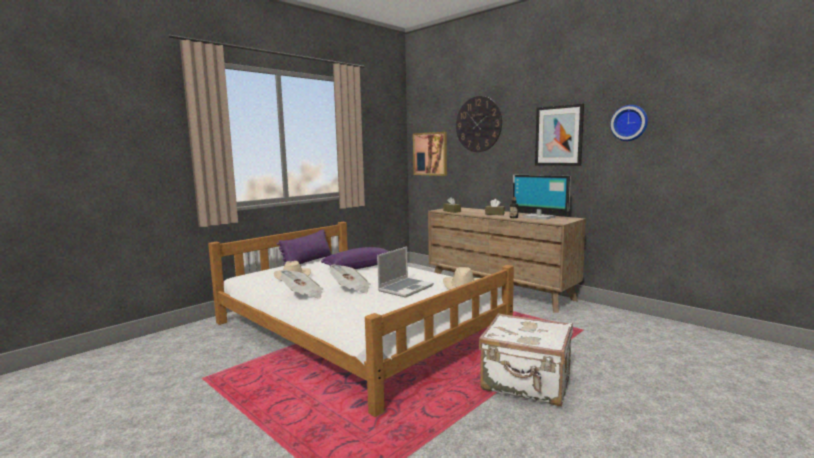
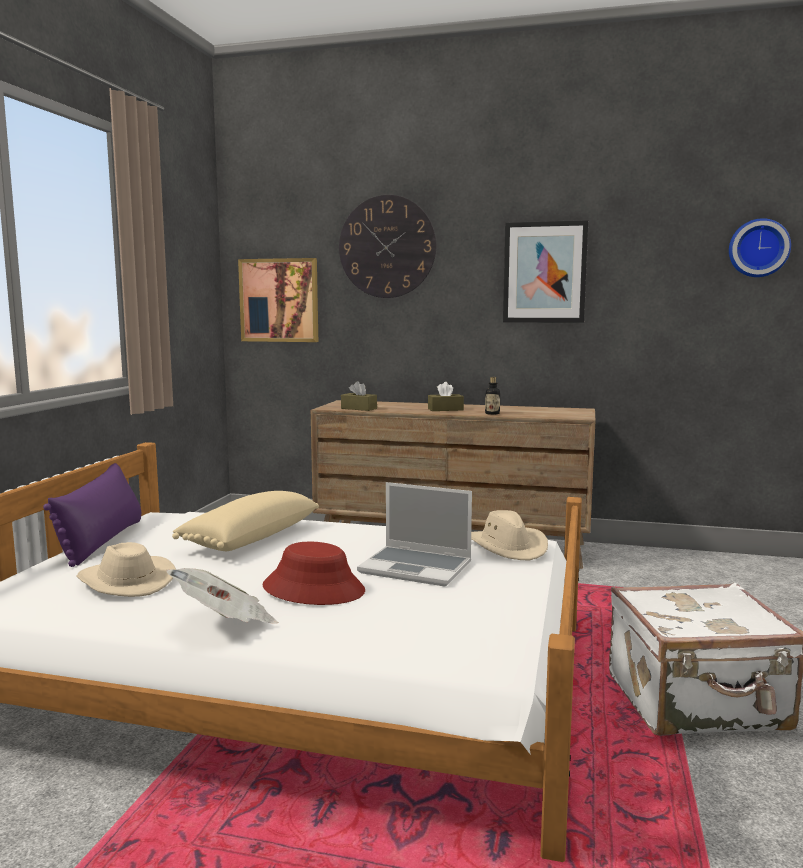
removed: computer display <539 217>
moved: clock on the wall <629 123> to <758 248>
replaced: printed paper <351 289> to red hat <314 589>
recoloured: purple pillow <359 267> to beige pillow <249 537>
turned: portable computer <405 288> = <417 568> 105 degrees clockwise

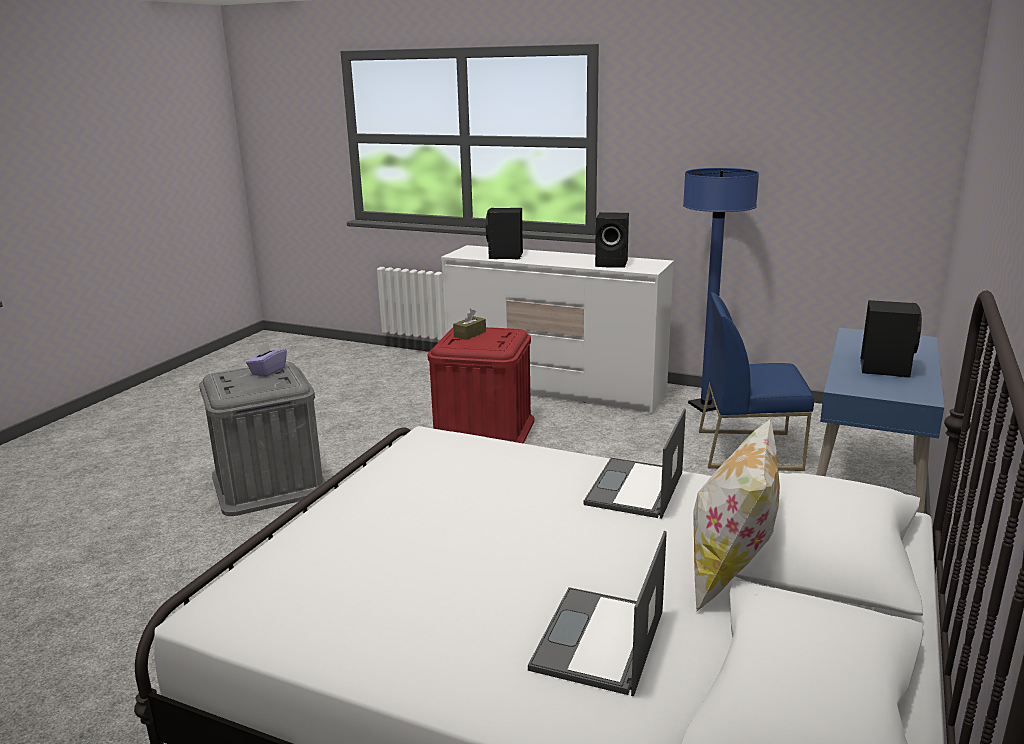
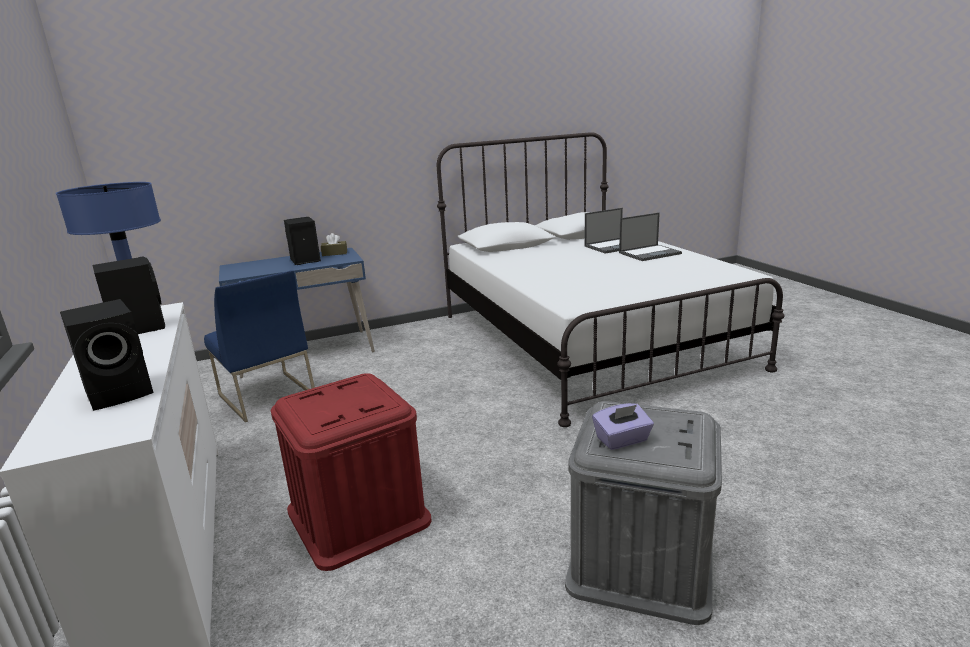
removed: pillow <730 571>
moved: brownish box of tissues <470 334> to <334 253>; portable computer <635 489> to <650 253>

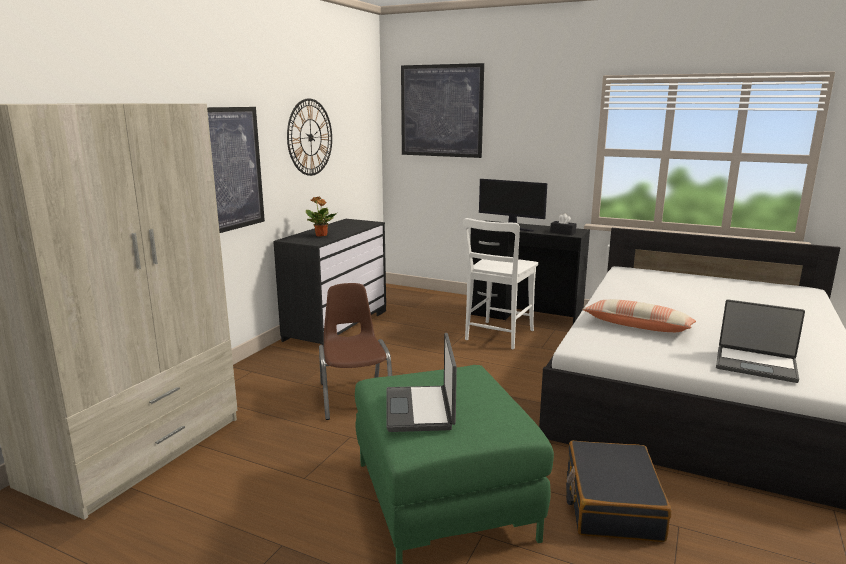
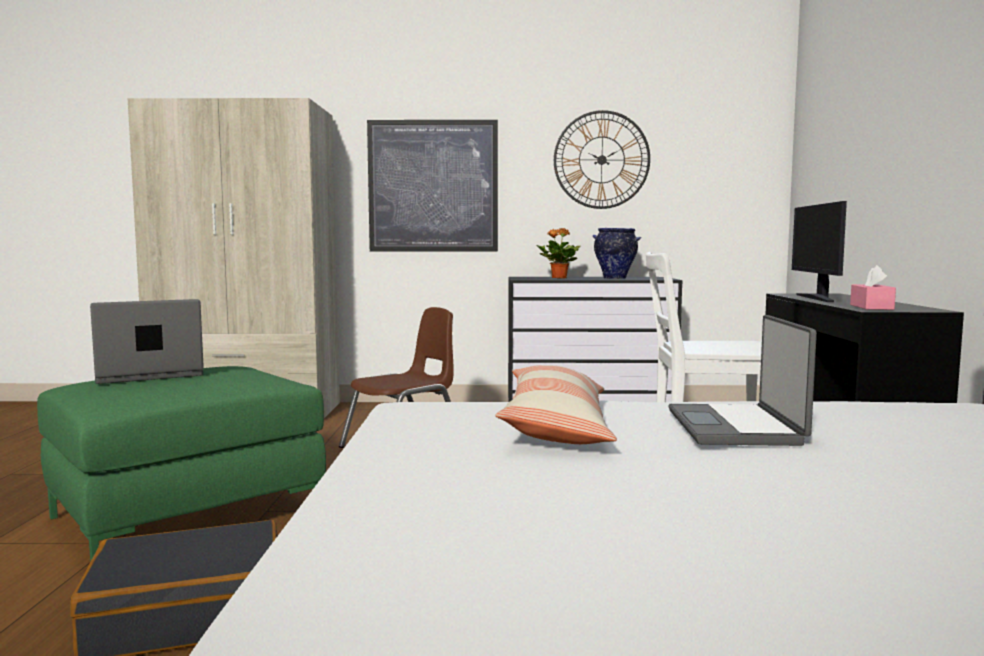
removed: wall picture <441 111>
added: flower vase <615 278>
moved: portable computer <755 365> to <736 427>
recoloured: black box of tissues <563 232> to pinkish box of tissues <871 307>

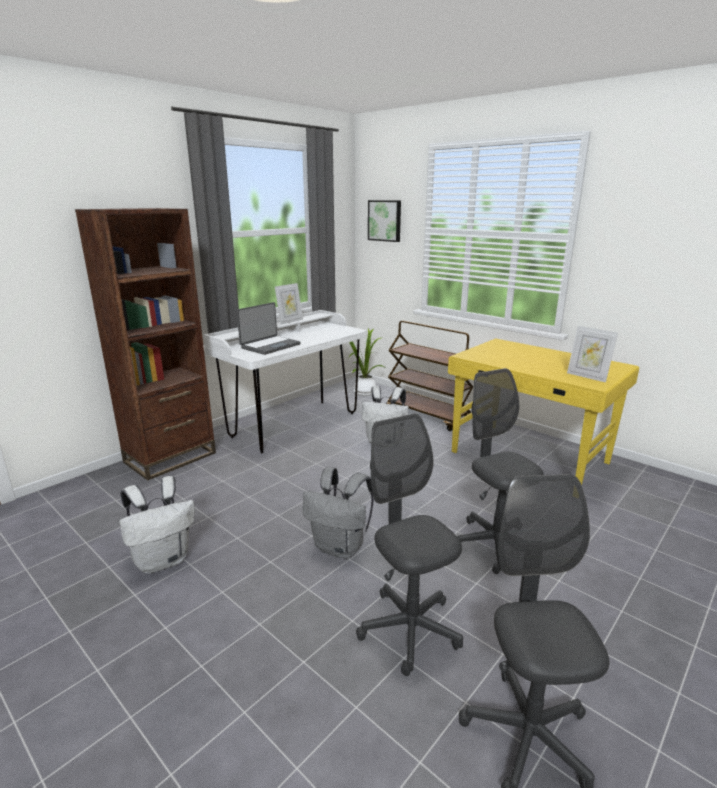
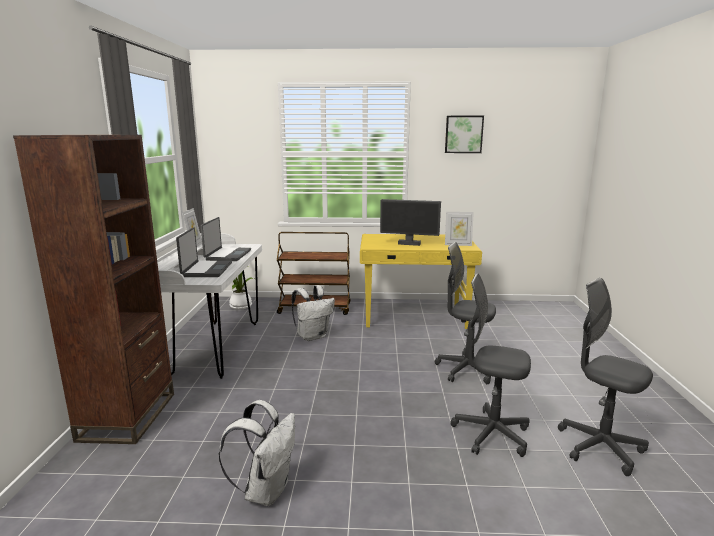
removed: grey backpack <340 547>
added: portable computer <227 255>; computer display <409 244>
moved: wall picture <385 220> to <463 134>

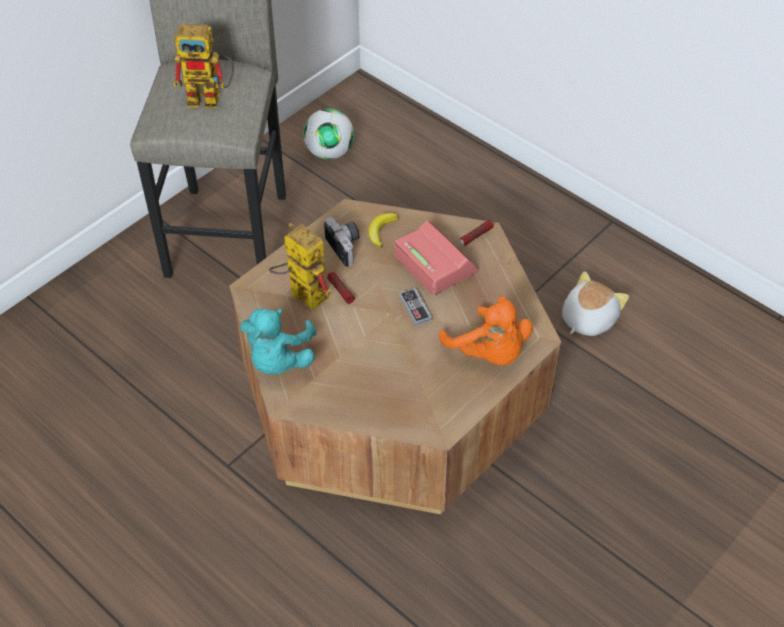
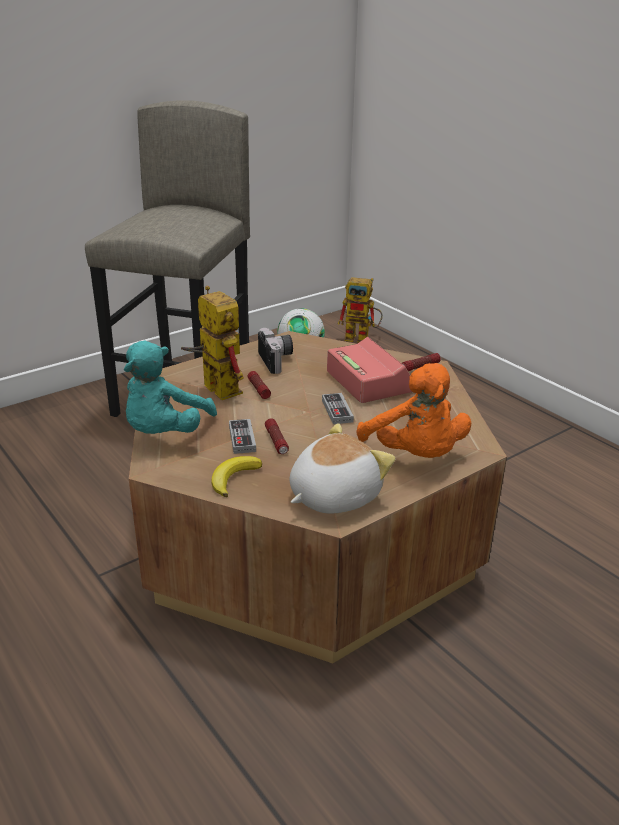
added: game controller <242 439>; hand torch <276 441>
moved: model robot <211 98> to <362 338>; banana <381 231> to <233 478>; plush toy <587 319> to <332 495>

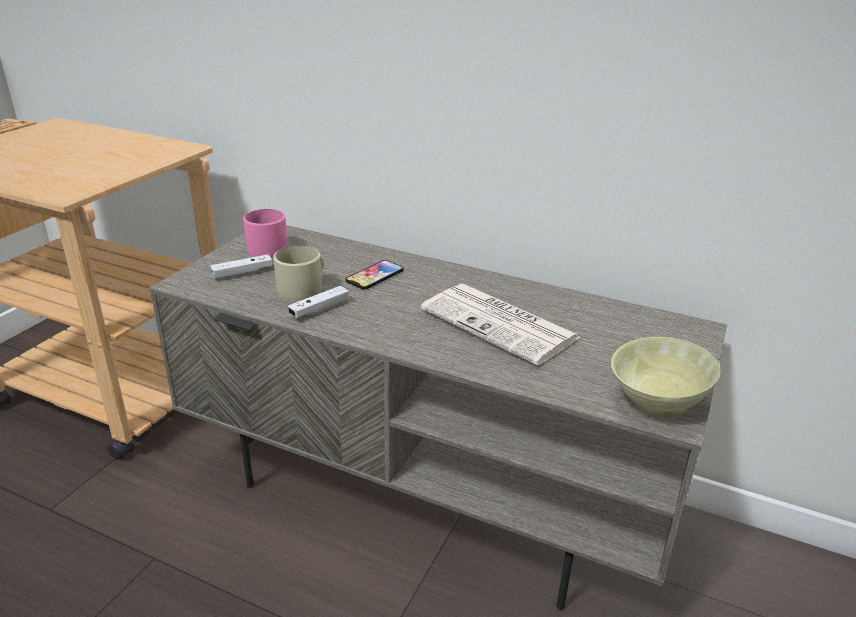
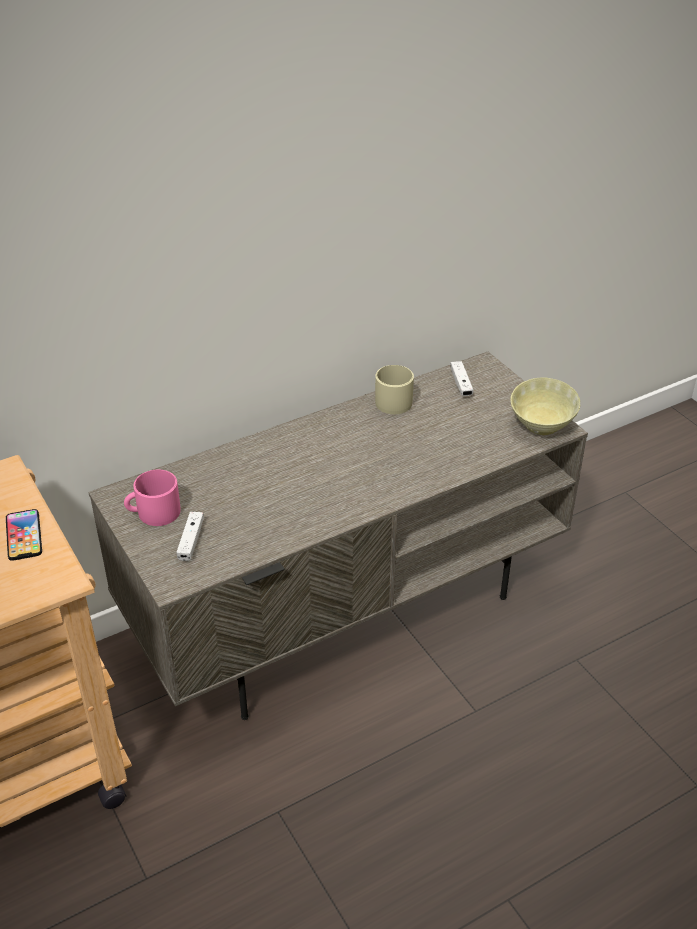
removed: printed paper <501 324>
moved: beige coffee mug <304 289> to <391 400>; whitish game controller <319 309> to <461 384>; telephone <375 276> to <24 536>

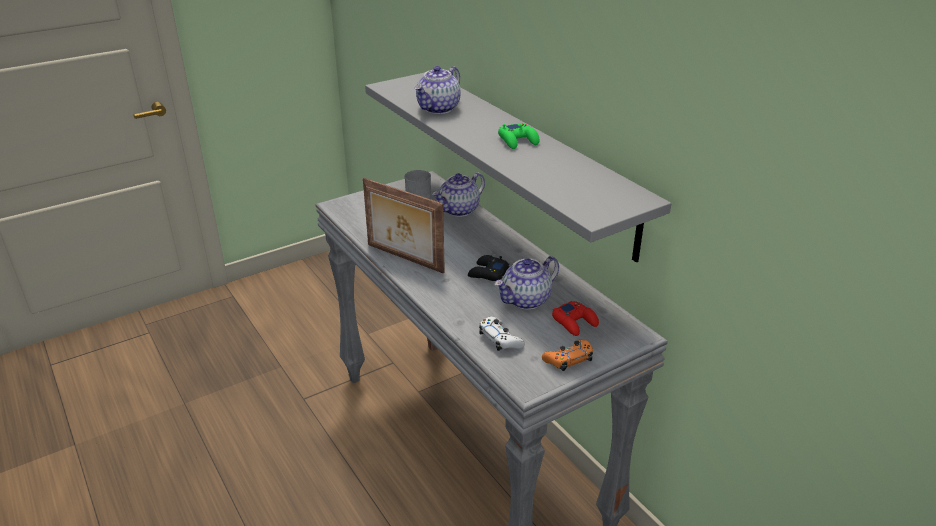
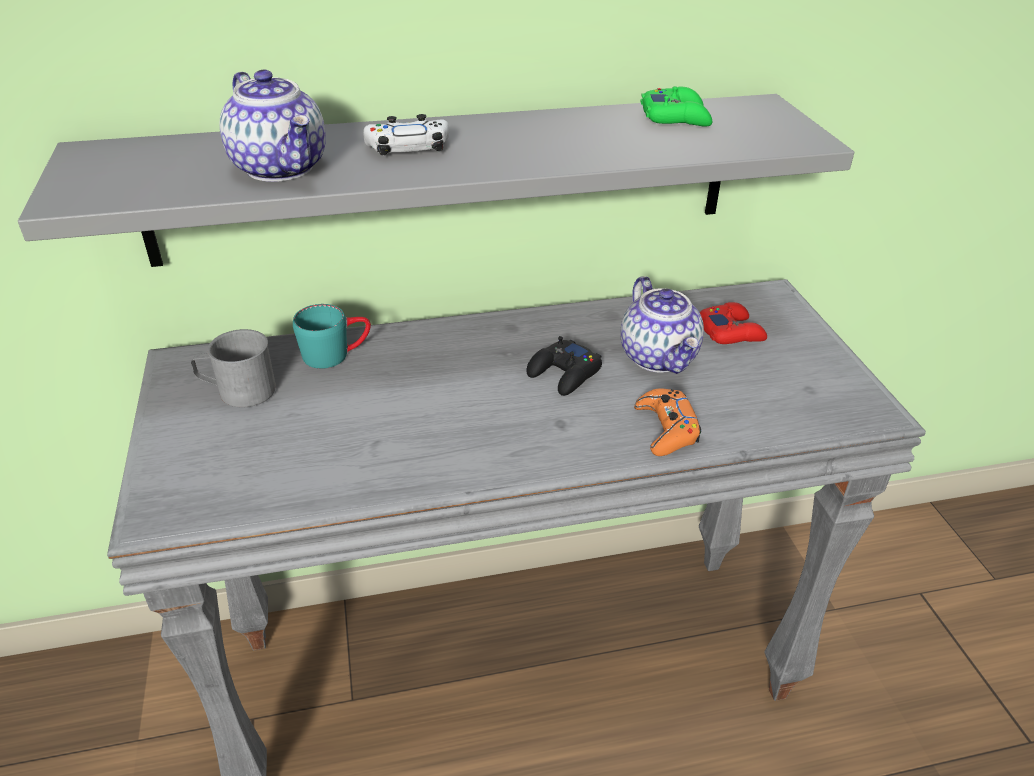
removed: photo frame <404 259>
moved: whitish game controller <500 339> to <408 148>; greenish game controller <518 141> to <675 117>; orange-coloured game controller <568 359> to <666 429>
replaced: pot for tea <459 210> to turquoise coffee mug <336 354>

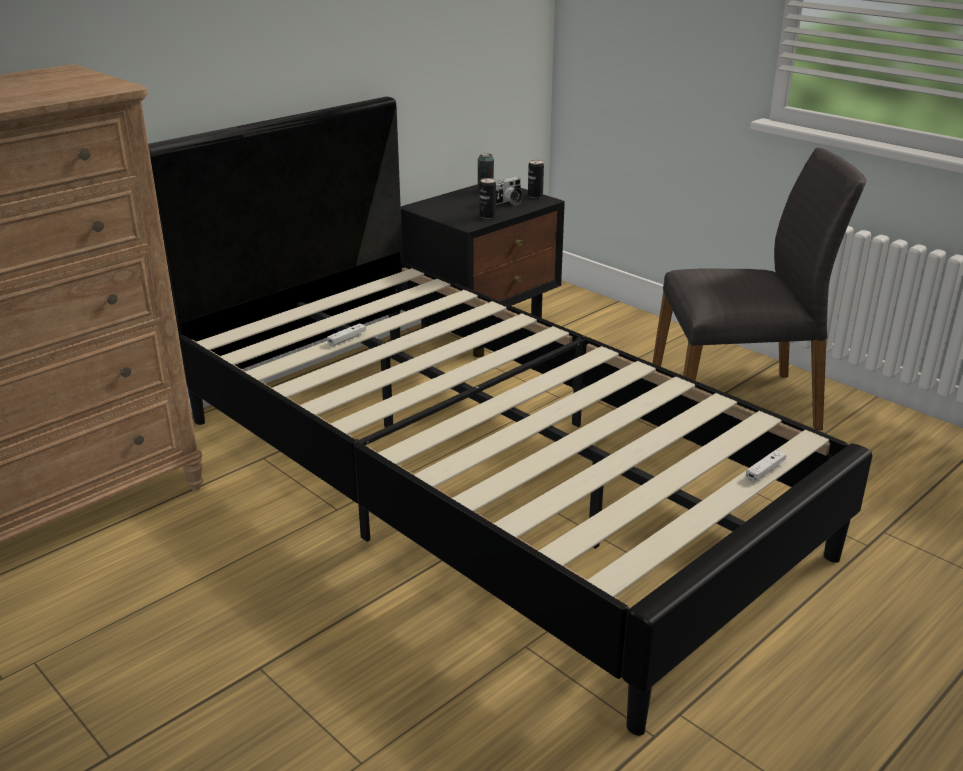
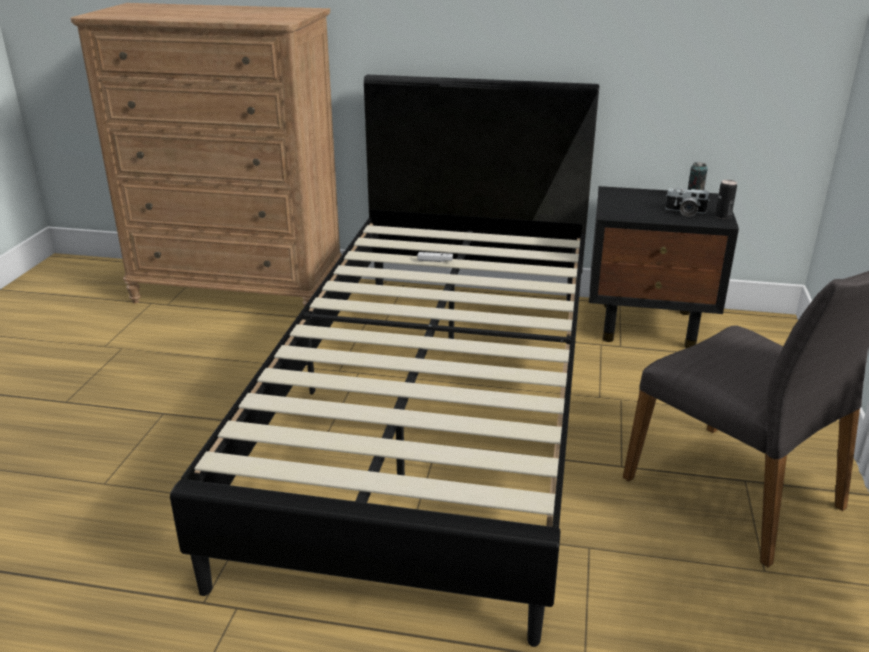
removed: sealed can <487 216>; whitish game controller <765 471>

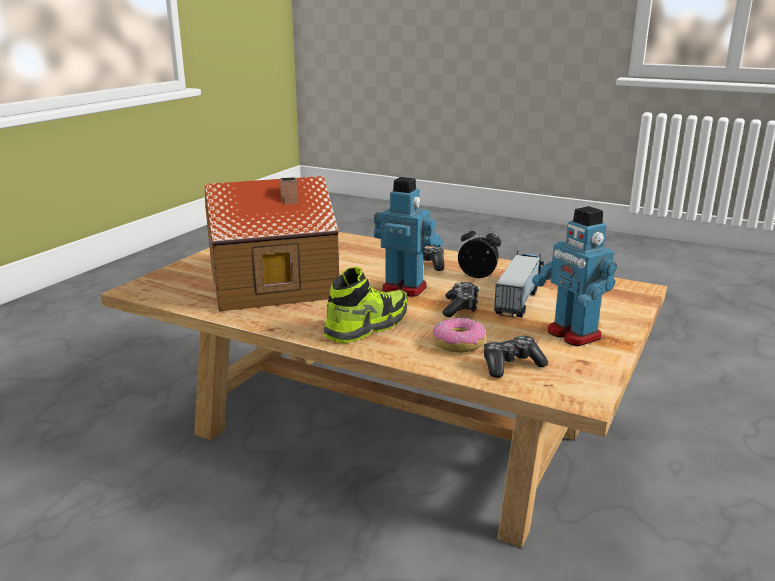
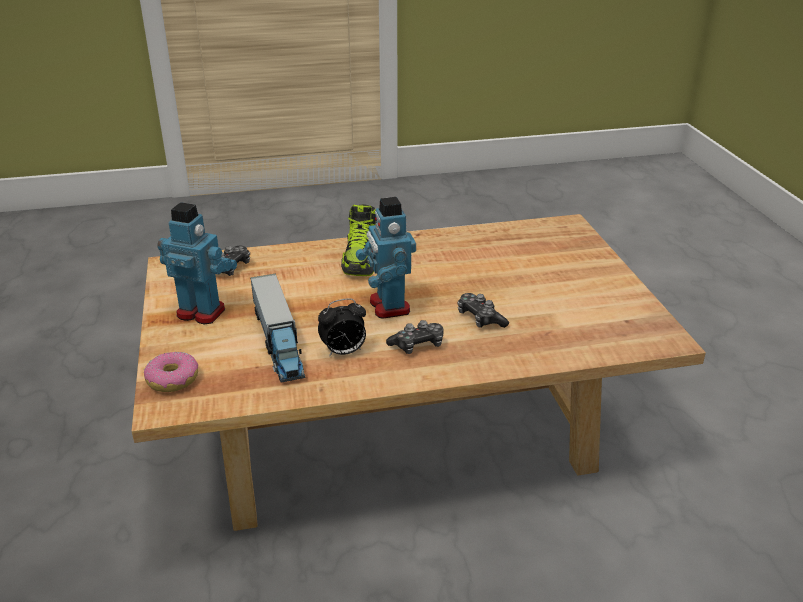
removed: model house <275 283>
moved: ring doughnut <458 344> to <172 380>; game controller <460 307> to <480 318>
turned: model robot <405 288> = <388 306> 90 degrees clockwise

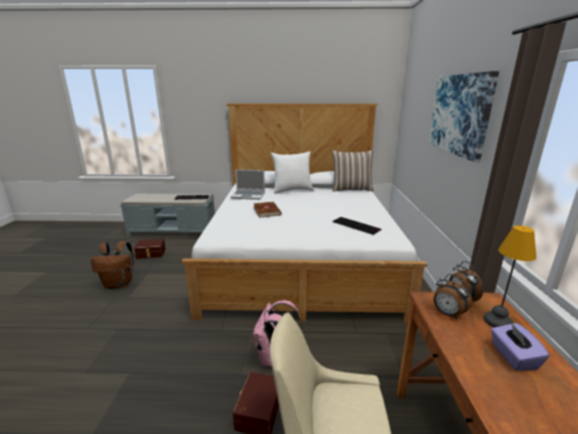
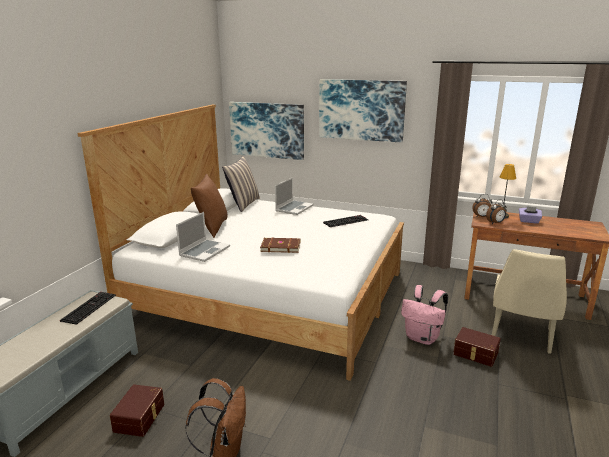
added: wall picture <267 130>; portable computer <294 208>
recoloured: whitish pillow <292 190> to brownish pillow <212 228>

